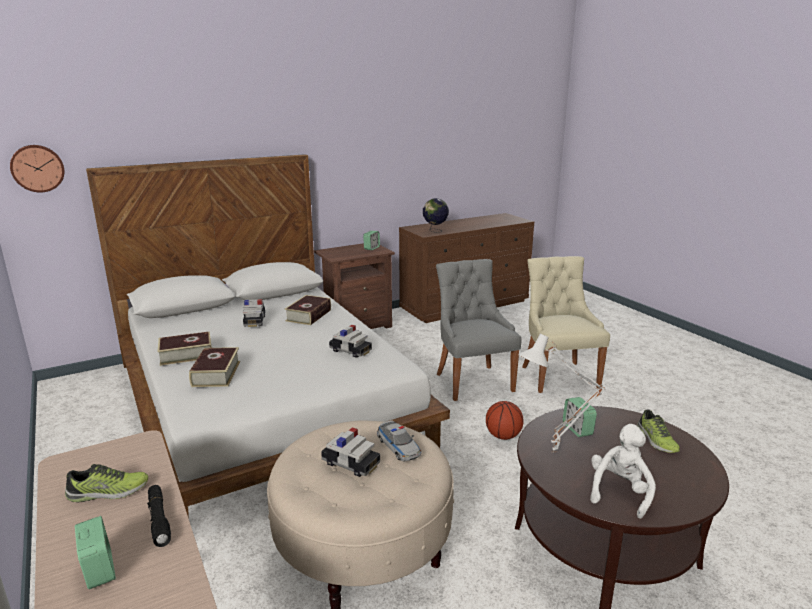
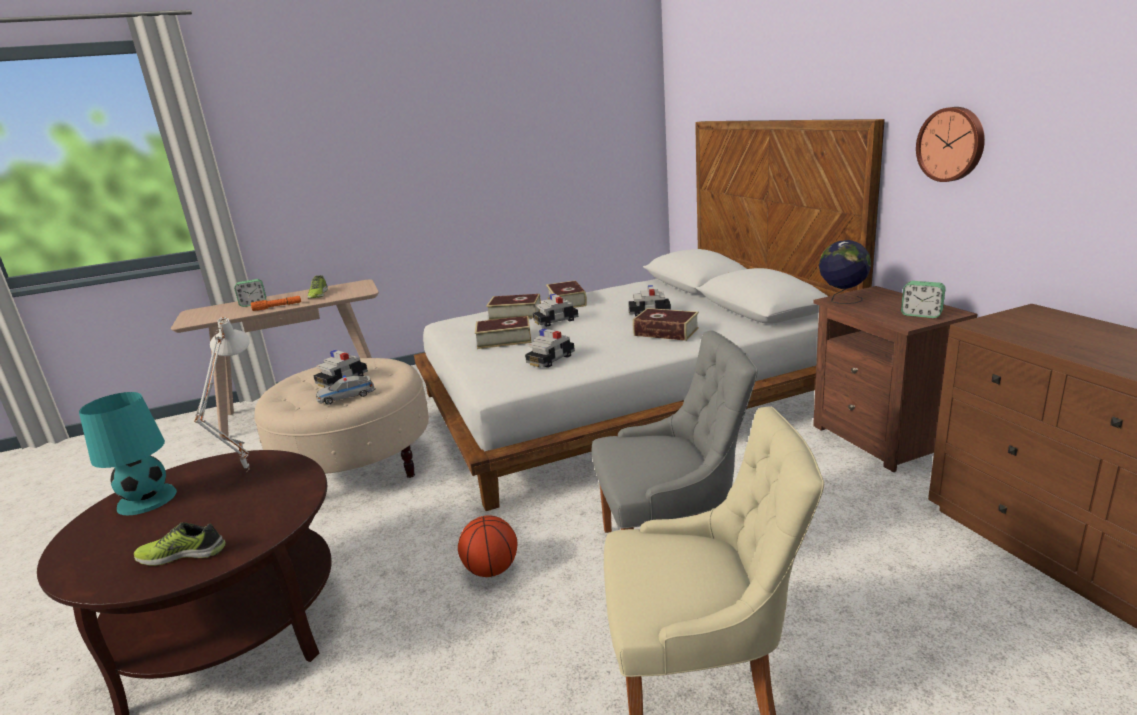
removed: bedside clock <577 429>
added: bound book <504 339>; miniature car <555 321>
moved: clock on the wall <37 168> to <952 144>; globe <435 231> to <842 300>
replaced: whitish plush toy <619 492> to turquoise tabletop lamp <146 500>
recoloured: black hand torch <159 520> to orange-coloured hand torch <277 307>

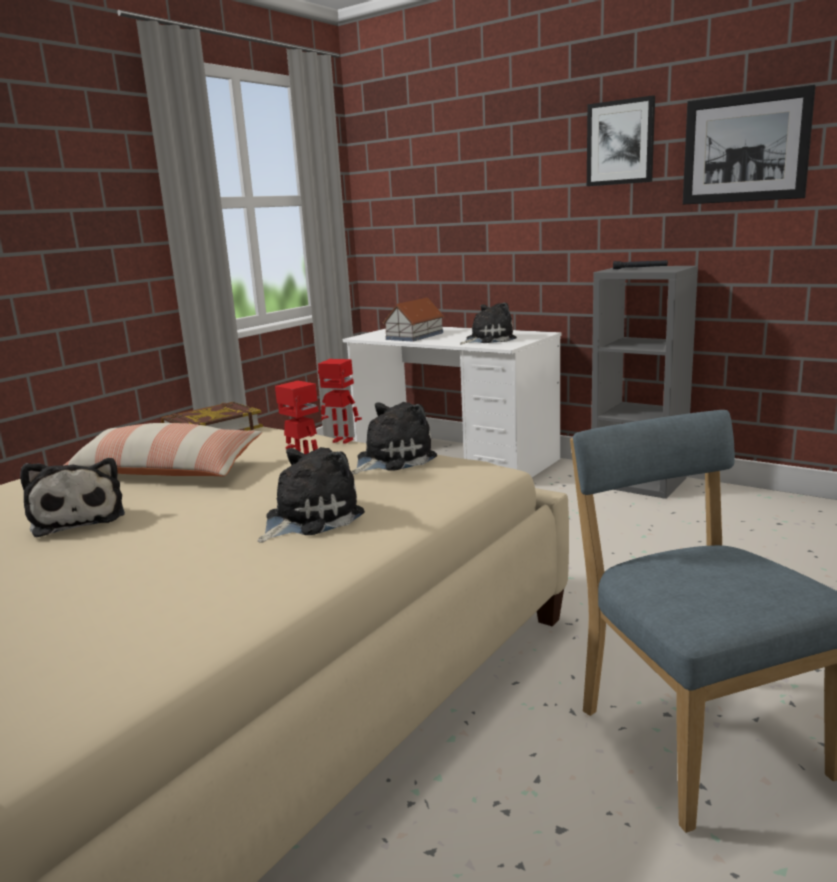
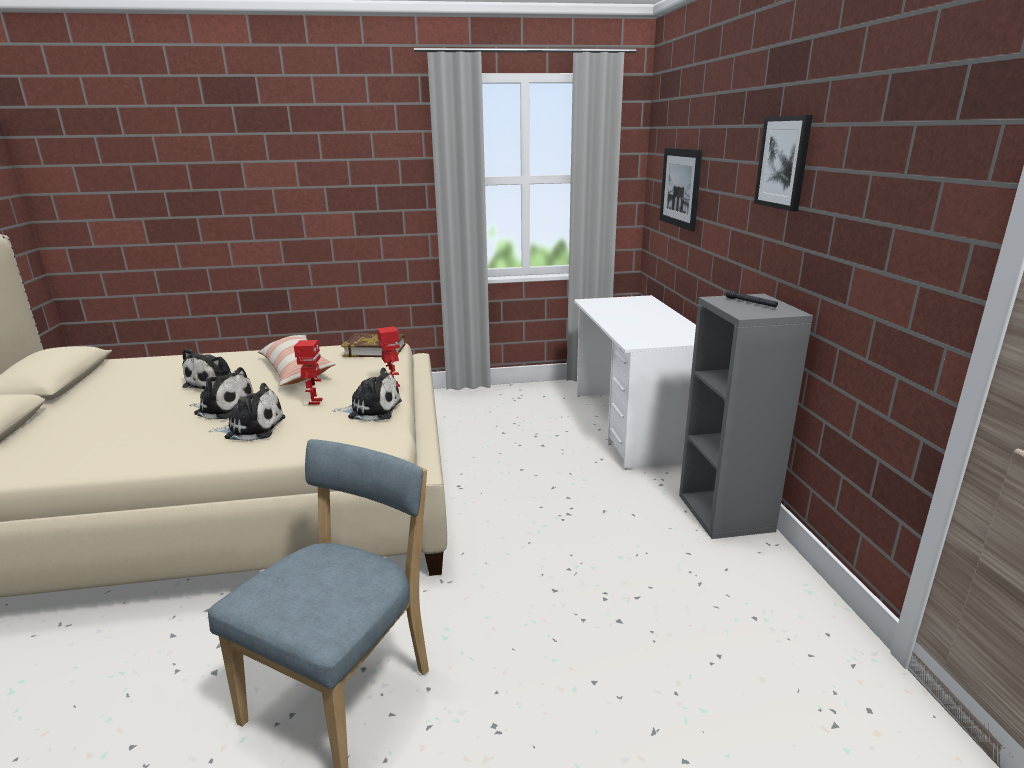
removed: model house <415 336>
moved: plush toy <487 339> to <223 408>; wall picture <745 148> to <680 187>

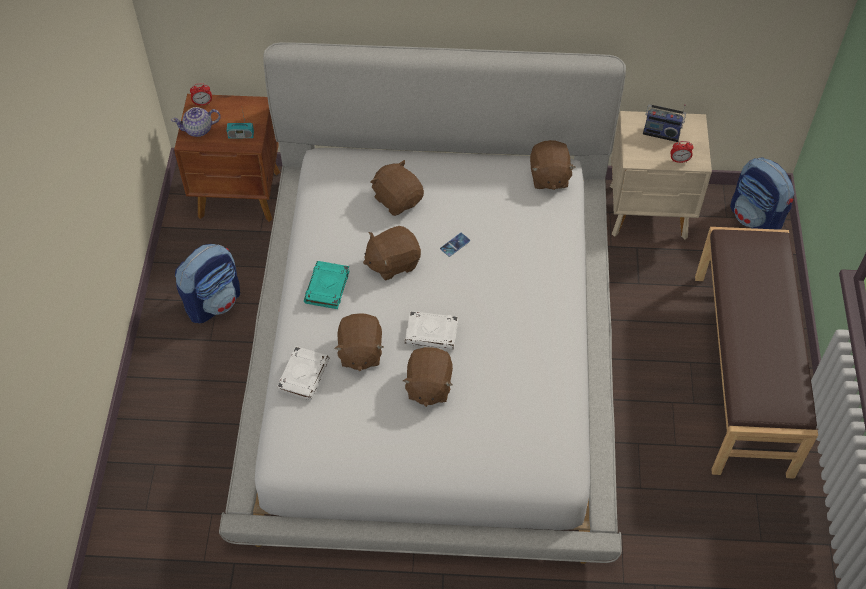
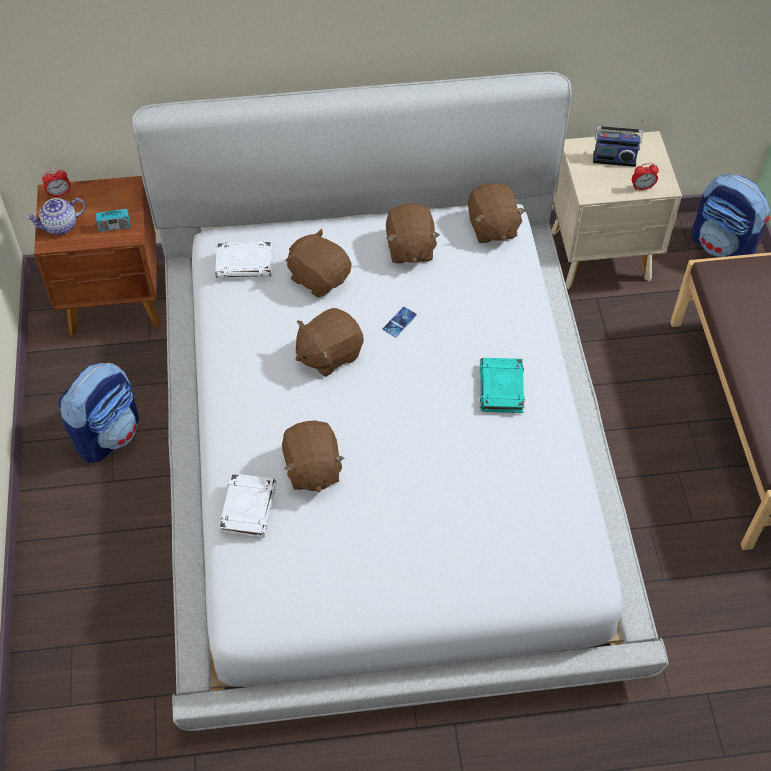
moved: turquoise bound book <327 288> to <502 389>; brownish plush toy <428 386> to <409 248>; whitish bound book <432 333> to <245 263>

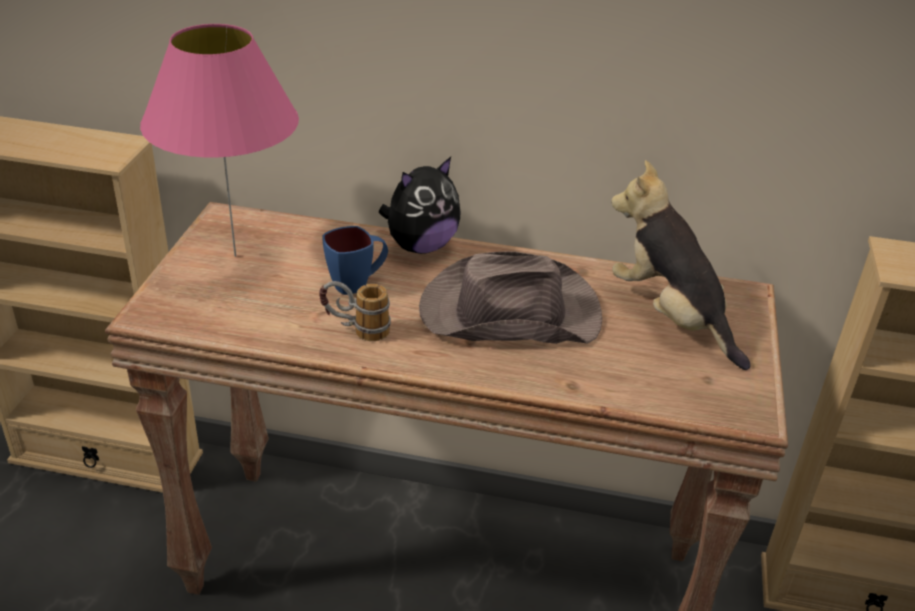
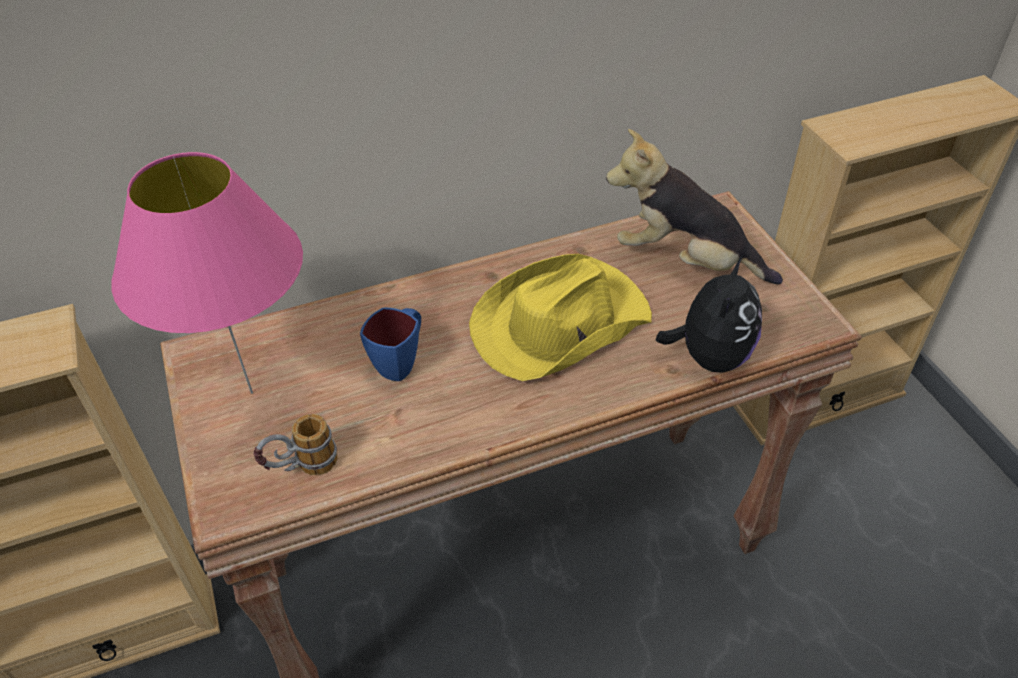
moved: coffee mug <356 331> to <301 469>; plush toy <420 246> to <710 356>
recoloured: brownish hat <507 312> to yellow hat <558 324>

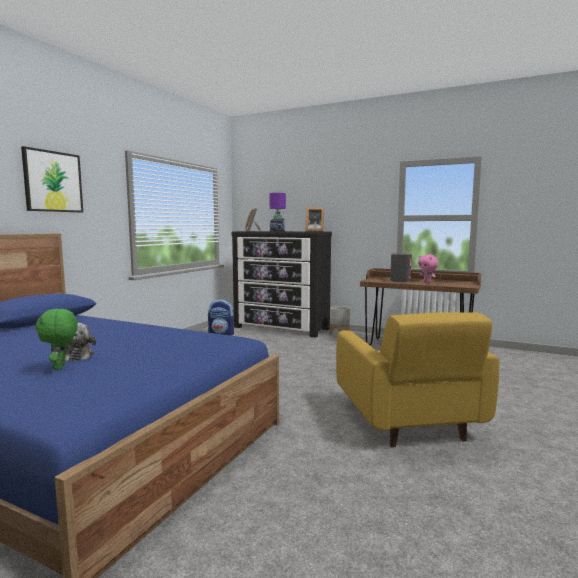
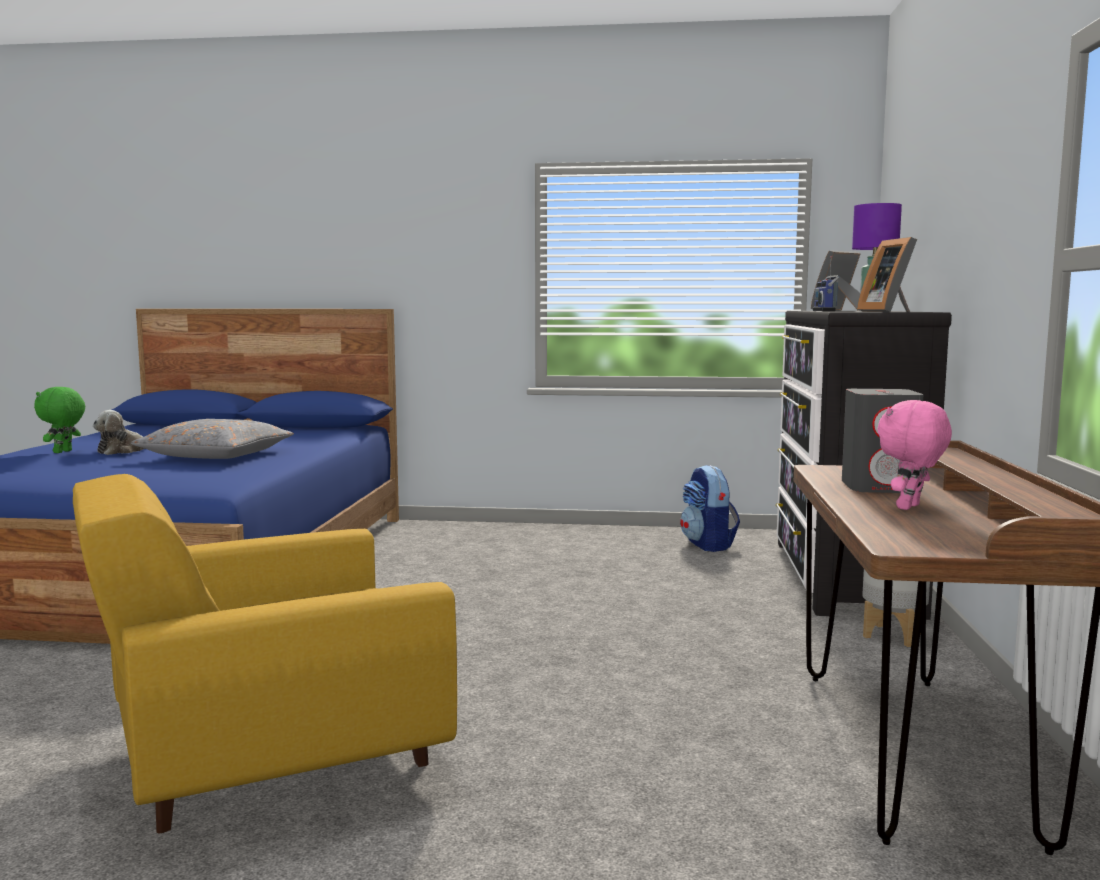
removed: wall picture <53 181>
added: grey pillow <216 455>
turned: greenish plush toy <61 367> = <63 452> 45 degrees counterclockwise

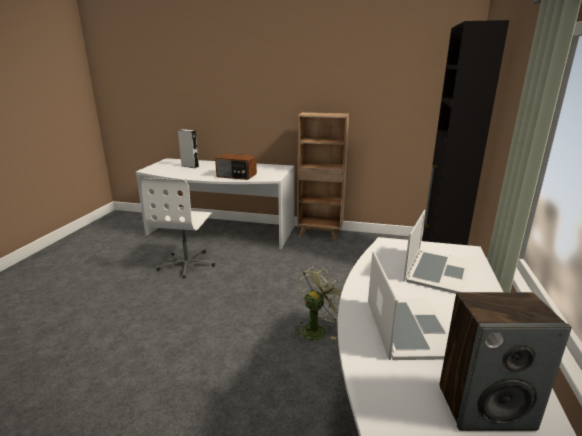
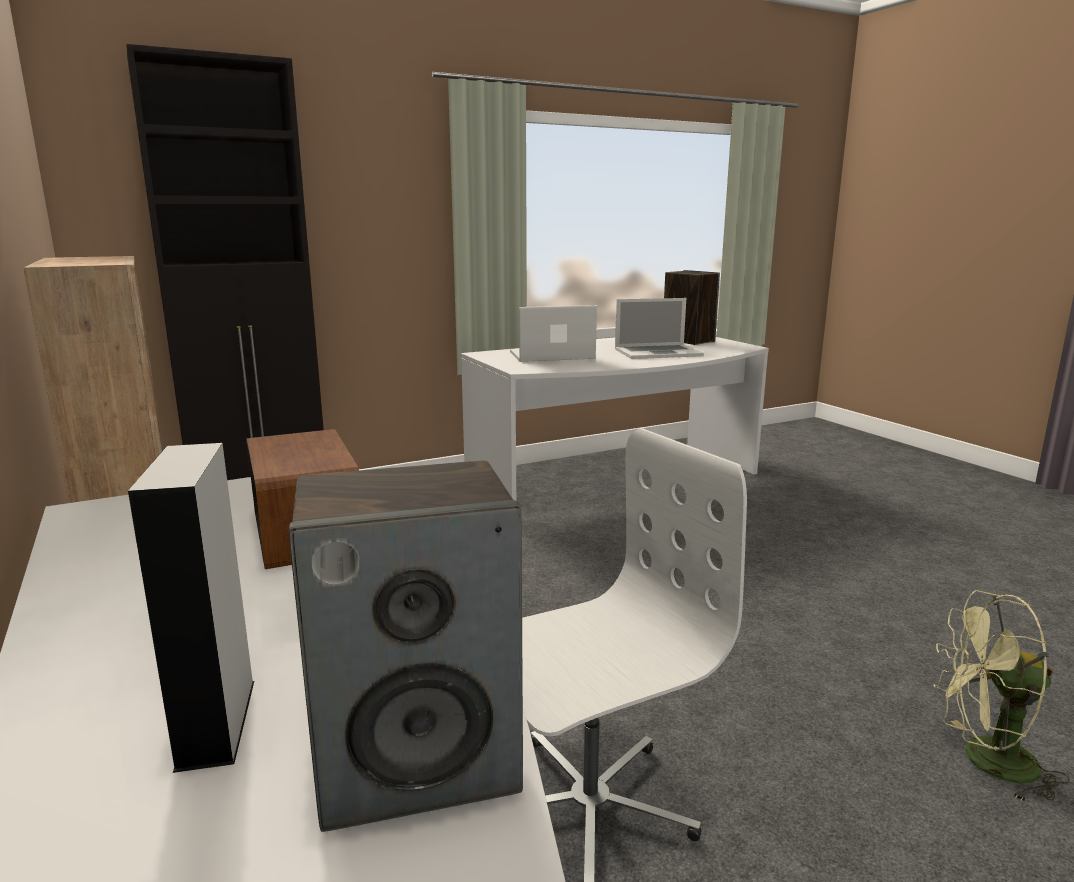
added: speaker <418 762>
moved: greenish cooling fan <316 329> to <985 761>
turned: portable computer <408 327> = <657 352> 150 degrees counterclockwise

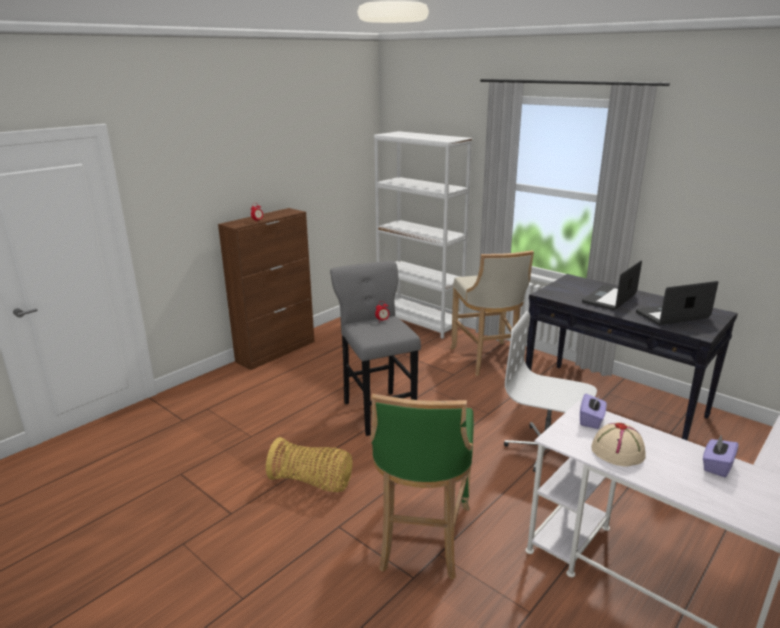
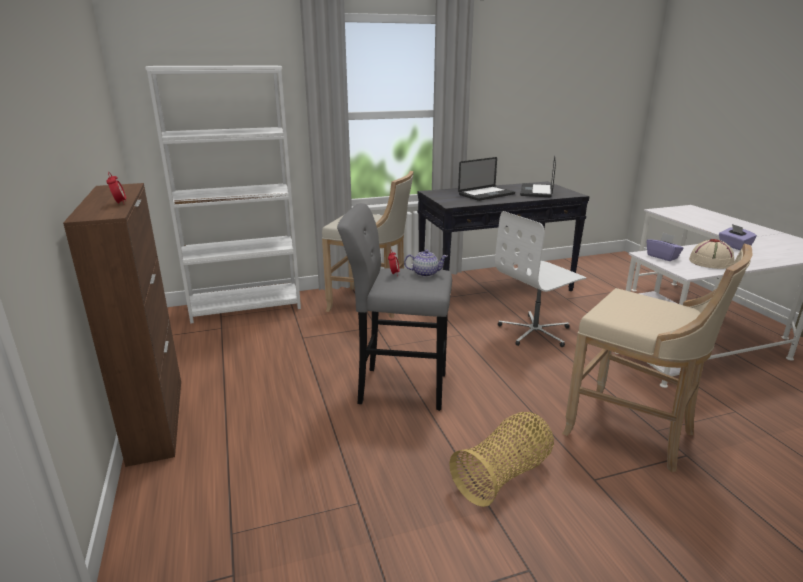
added: pot for tea <425 273>
recoloured: greenish sitting stool <421 539> to beige sitting stool <633 433>
turned: portable computer <609 298> = <486 194> 105 degrees counterclockwise

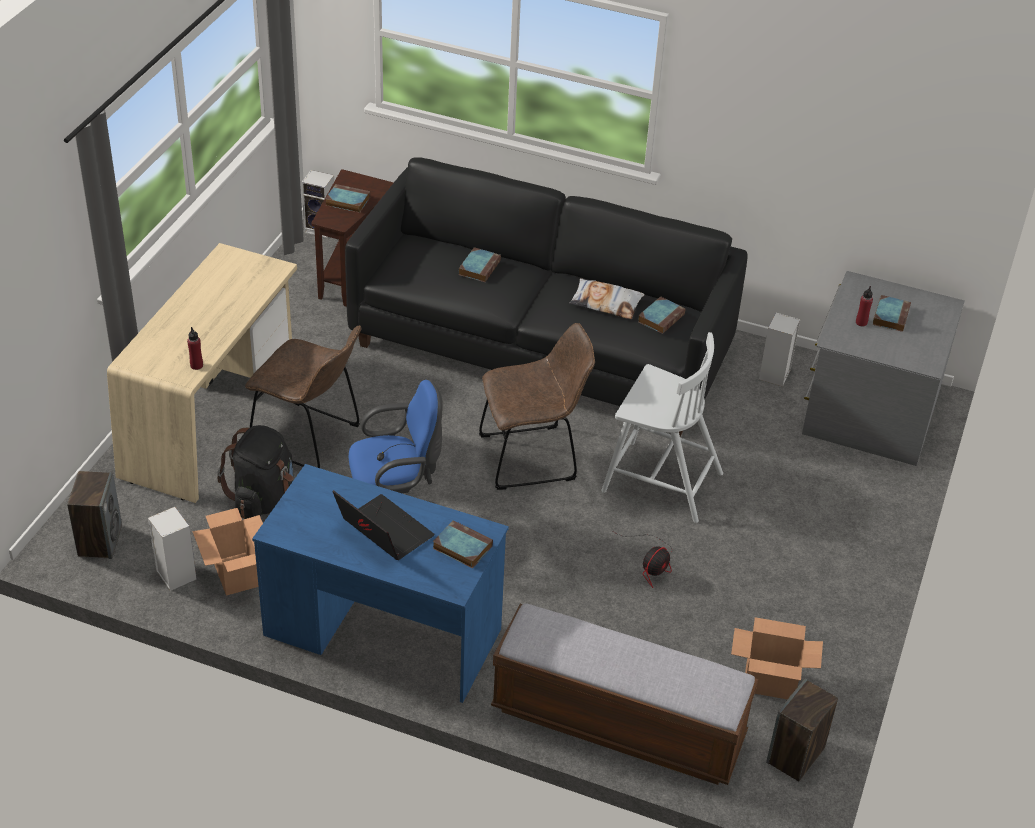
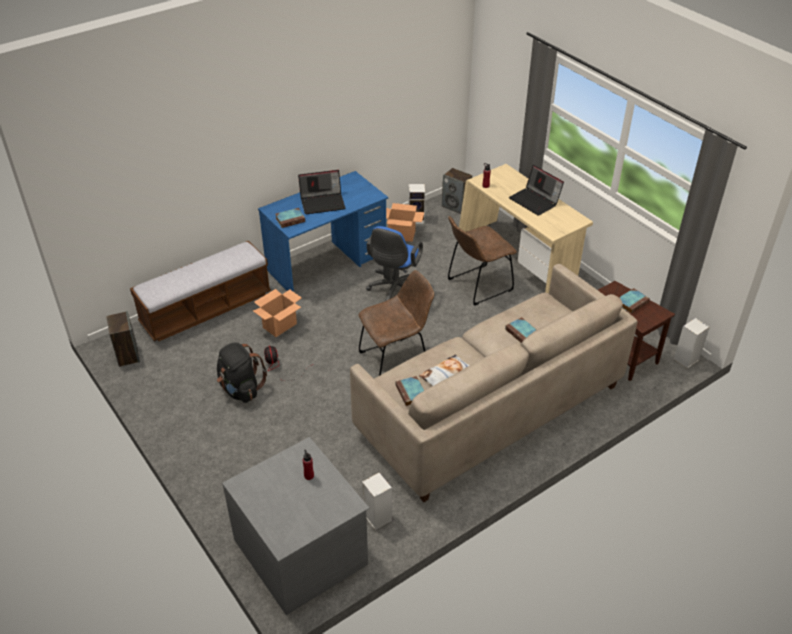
removed: whitish plain chair <660 481>; bound book <890 316>
added: portable computer <535 201>
moved: black backpack <262 498> to <241 389>; packing box <769 682> to <280 325>
recoloured: black sofa <541 348> to beige sofa <490 409>
turned: brownish plain chair <533 457> = <396 360> 135 degrees counterclockwise

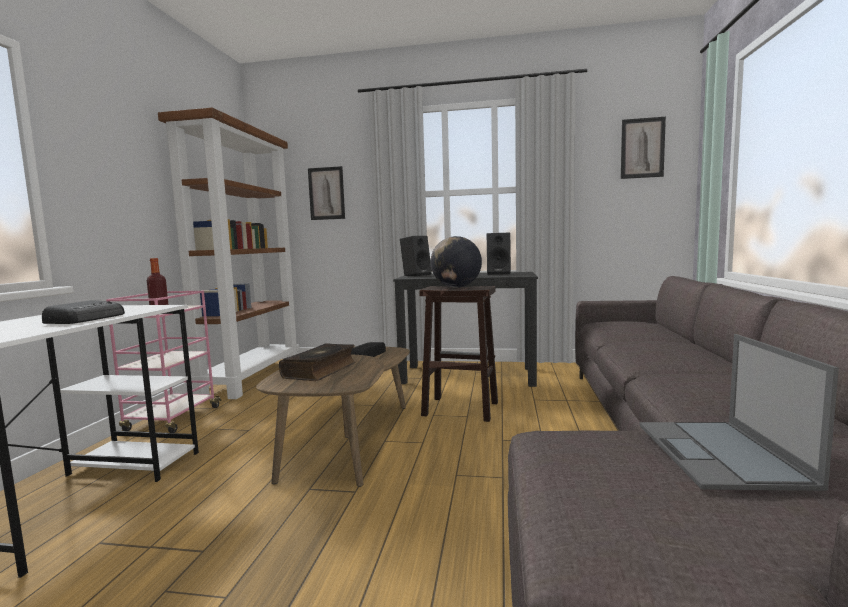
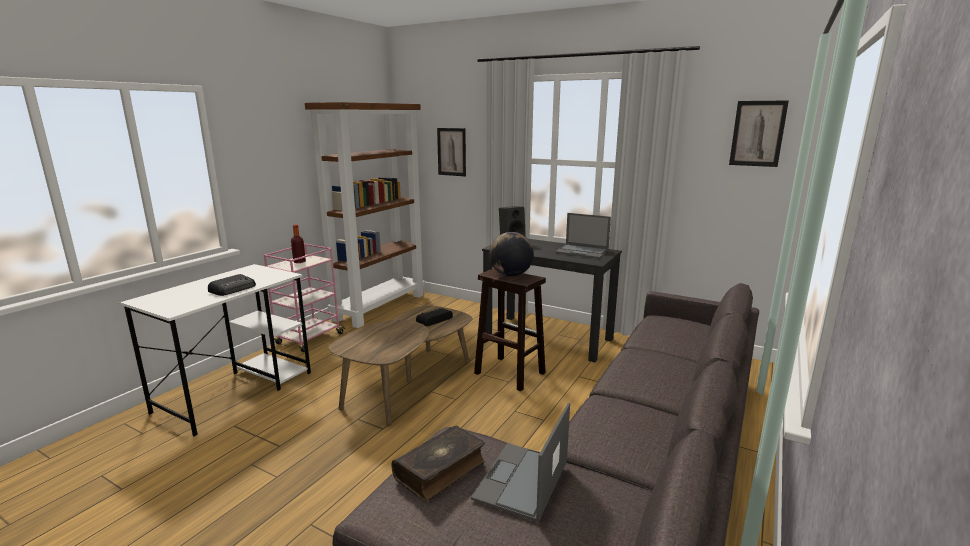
moved: bound book <321 370> to <441 470>
replaced: black speaker <499 273> to portable computer <582 251>

